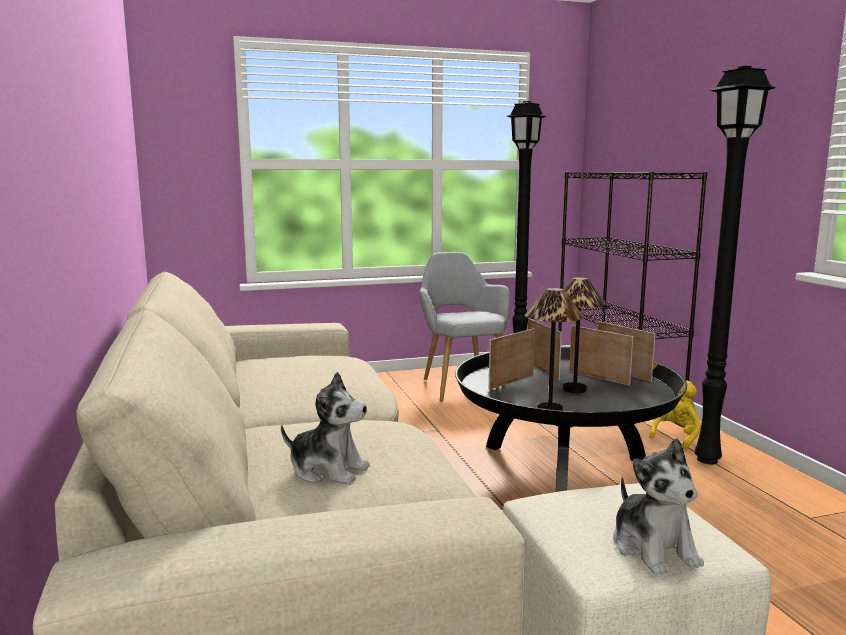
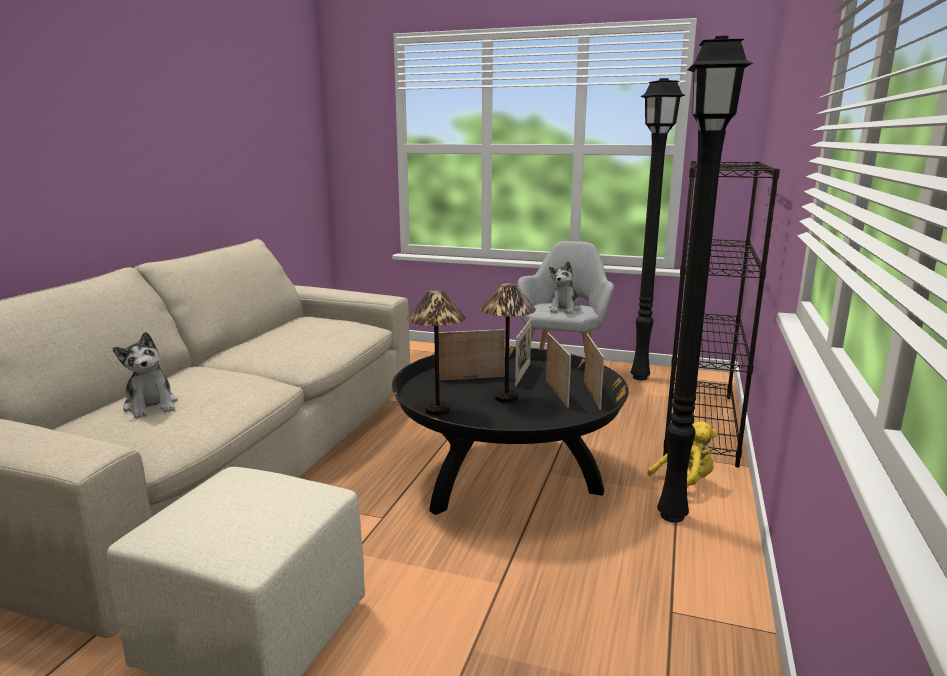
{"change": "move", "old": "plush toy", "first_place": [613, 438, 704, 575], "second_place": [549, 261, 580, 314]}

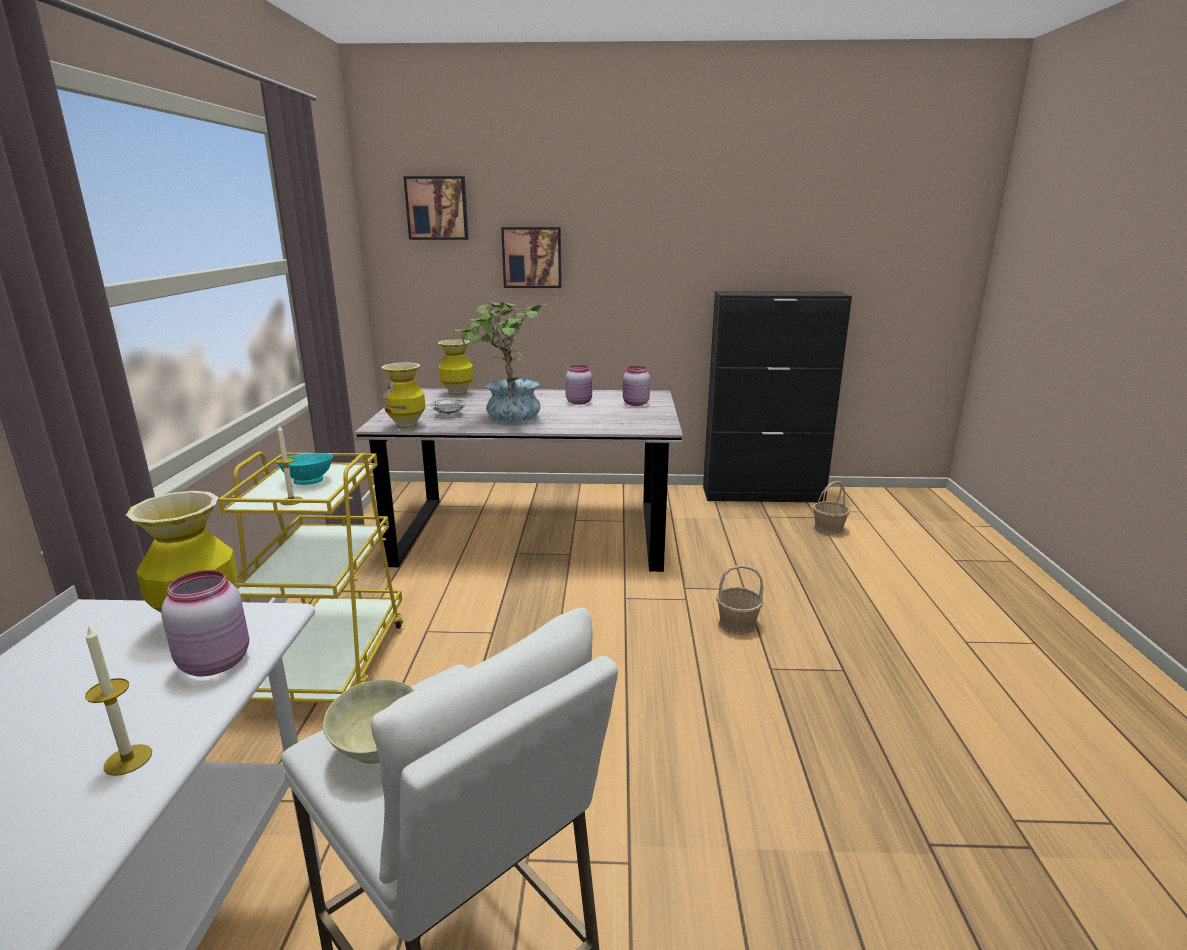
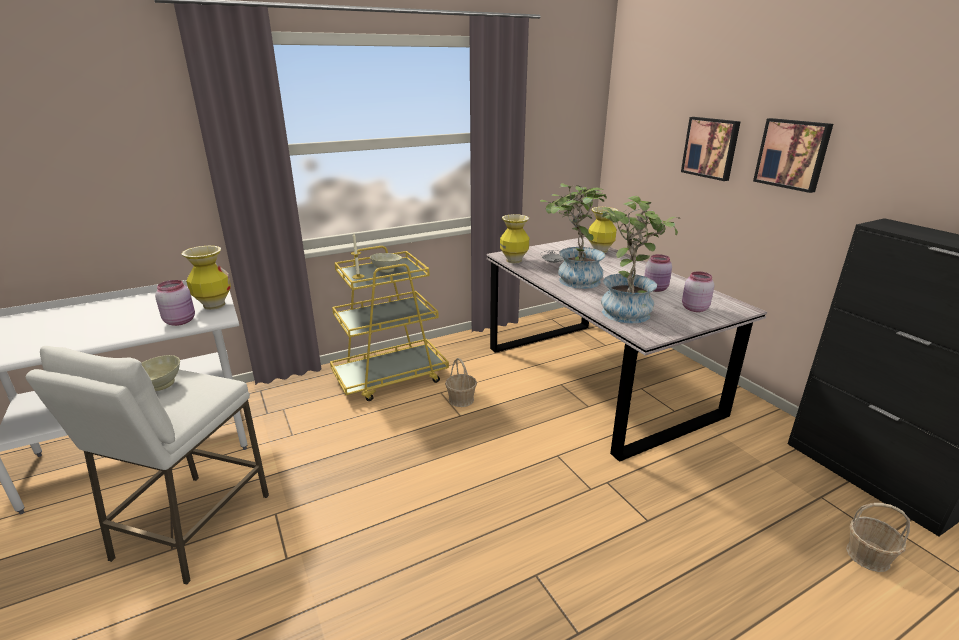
{"change": "delete", "old": "candle", "first_place": [85, 626, 152, 776]}
{"change": "recolor", "old": "turquoise bowl", "new": "beige bowl", "first_place": [278, 453, 333, 485], "second_place": [370, 253, 402, 273]}
{"change": "move", "old": "picture", "first_place": [404, 176, 469, 240], "second_place": [753, 118, 833, 193]}
{"change": "move", "old": "basket", "first_place": [716, 565, 763, 635], "second_place": [445, 358, 477, 407]}
{"change": "insert", "new": "potted plant", "second_place": [601, 196, 680, 323]}

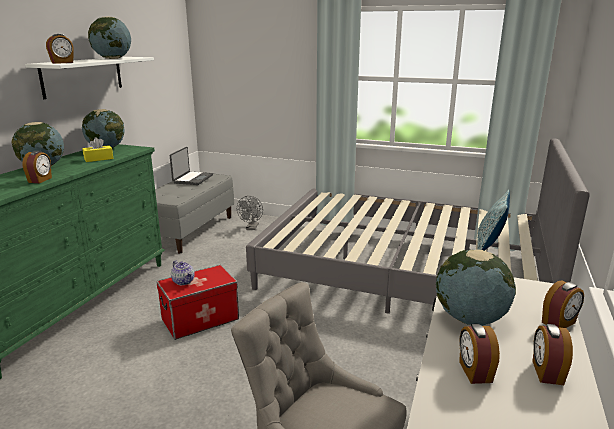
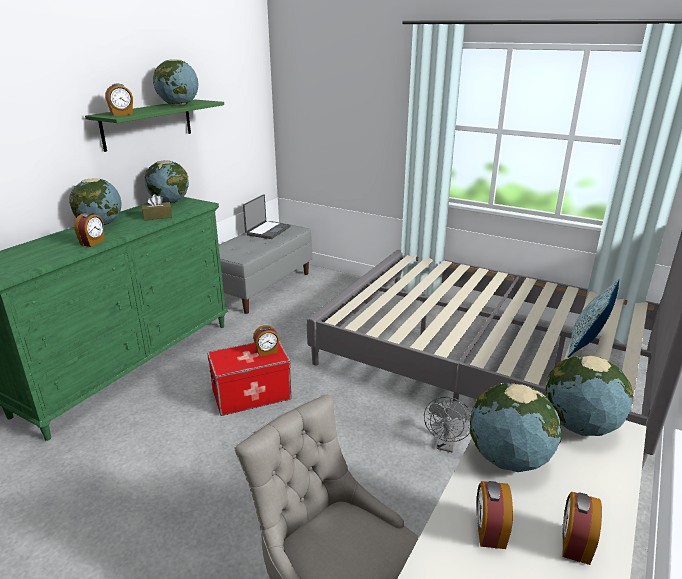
{"change": "recolor", "old": "white shelf", "new": "green shelf", "first_place": [25, 57, 154, 99], "second_place": [85, 100, 224, 152]}
{"change": "recolor", "old": "yellow tissue box", "new": "brown tissue box", "first_place": [82, 137, 114, 162], "second_place": [142, 194, 172, 220]}
{"change": "delete", "old": "teapot", "first_place": [171, 260, 195, 285]}
{"change": "move", "old": "grey fan", "first_place": [237, 196, 263, 230], "second_place": [424, 397, 471, 453]}
{"change": "move", "old": "alarm clock", "first_place": [542, 280, 584, 328], "second_place": [253, 325, 279, 356]}
{"change": "insert", "new": "globe", "second_place": [545, 356, 633, 436]}

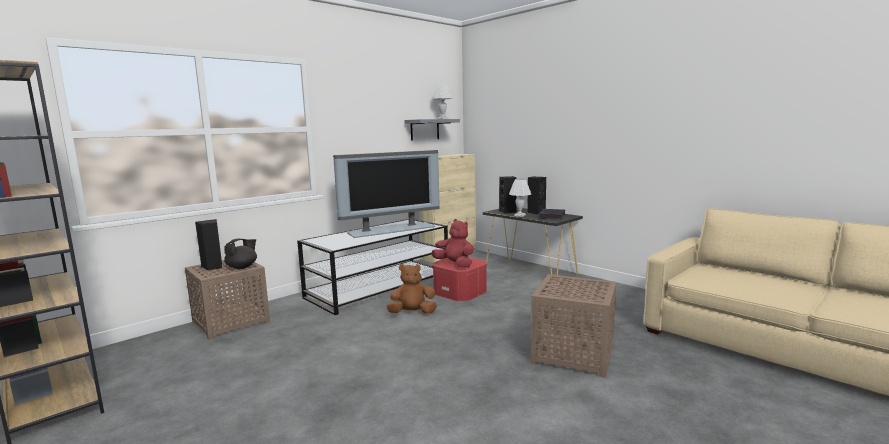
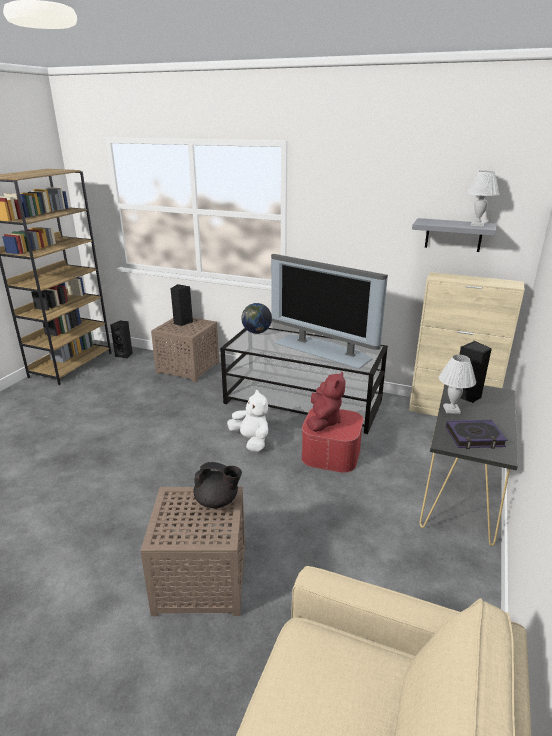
{"change": "move", "old": "black teapot", "first_place": [224, 239, 257, 269], "second_place": [194, 462, 242, 508]}
{"change": "recolor", "old": "brown plush toy", "new": "white plush toy", "first_place": [386, 264, 437, 313], "second_place": [227, 390, 268, 452]}
{"change": "move", "old": "black speaker", "first_place": [527, 177, 546, 215], "second_place": [110, 321, 133, 359]}
{"change": "insert", "new": "globe", "second_place": [241, 303, 272, 334]}

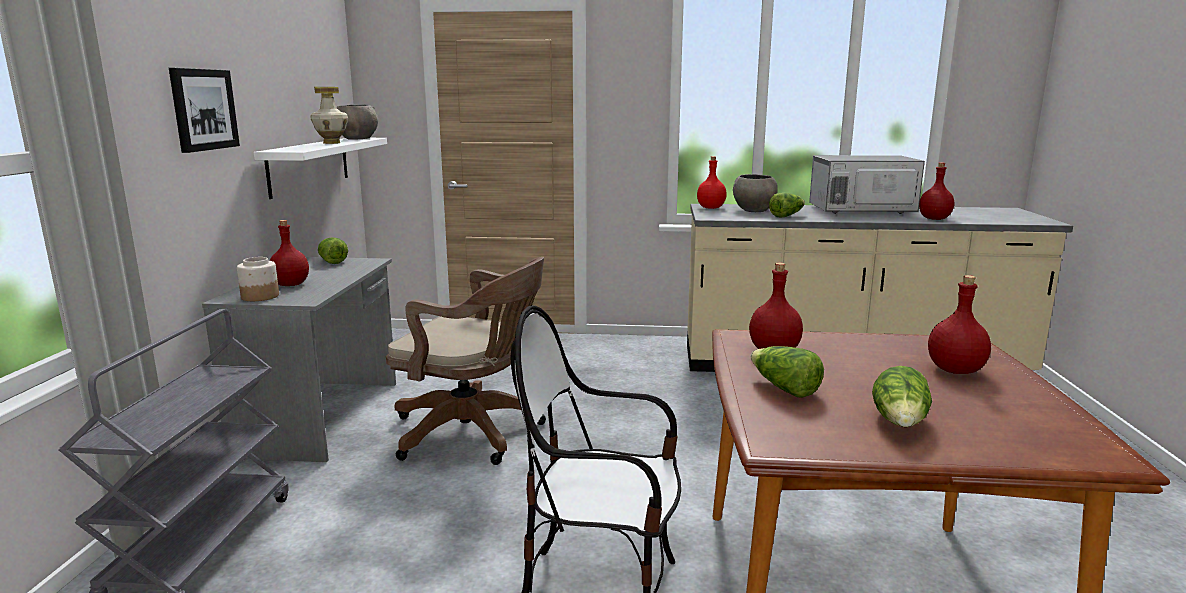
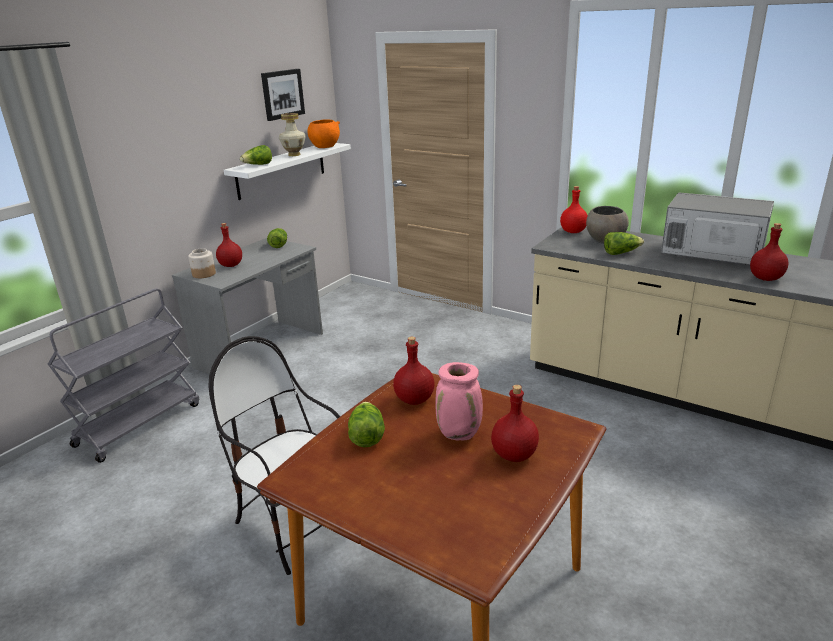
{"change": "move", "old": "picture", "first_place": [169, 68, 240, 153], "second_place": [261, 69, 305, 121]}
{"change": "recolor", "old": "grey bowl", "new": "orange bowl", "first_place": [337, 104, 378, 140], "second_place": [307, 119, 340, 148]}
{"change": "delete", "old": "brown office chair", "first_place": [386, 257, 546, 465]}
{"change": "move", "old": "lettuce", "first_place": [872, 366, 932, 427], "second_place": [240, 145, 272, 165]}
{"change": "insert", "new": "pink vase", "second_place": [436, 362, 483, 441]}

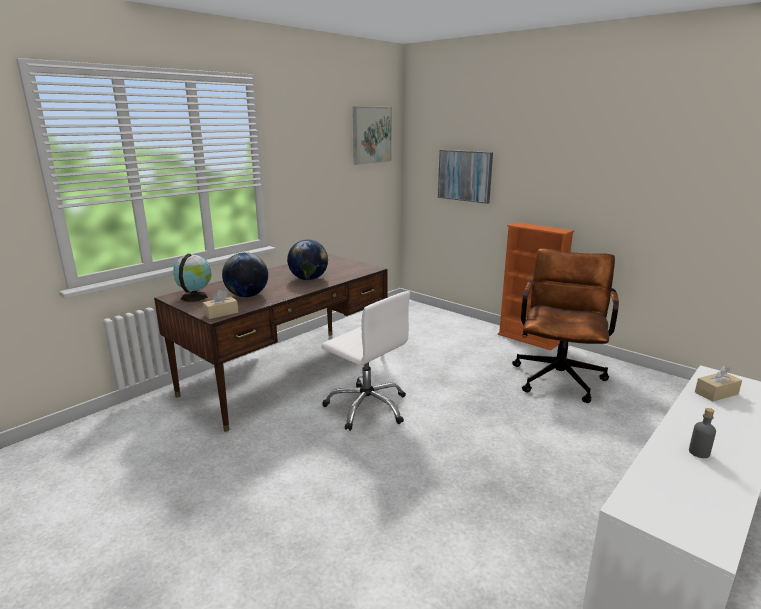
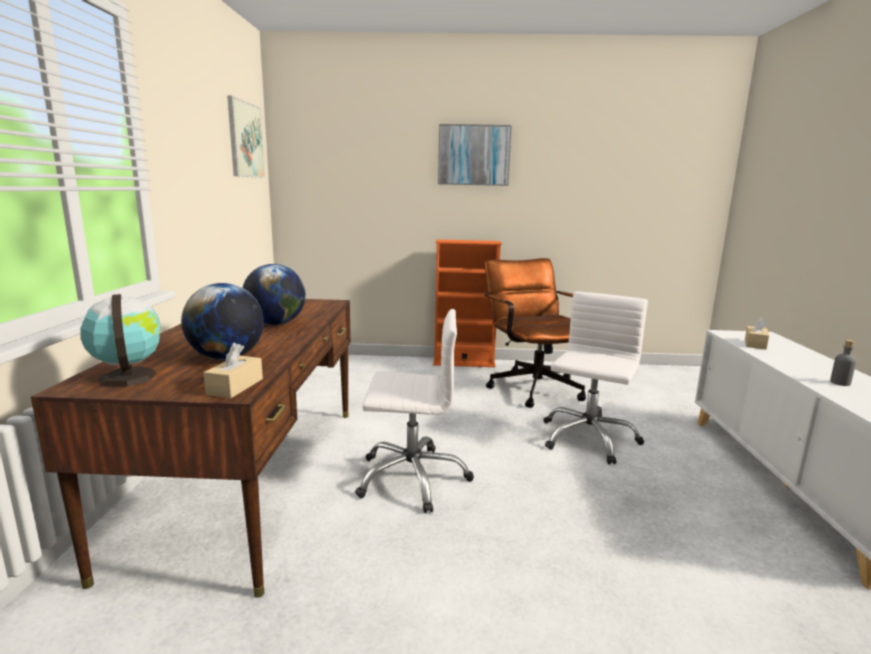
{"change": "move", "old": "picture", "first_place": [438, 150, 493, 204], "second_place": [438, 124, 512, 186]}
{"change": "insert", "new": "white office chair", "second_place": [544, 291, 648, 464]}

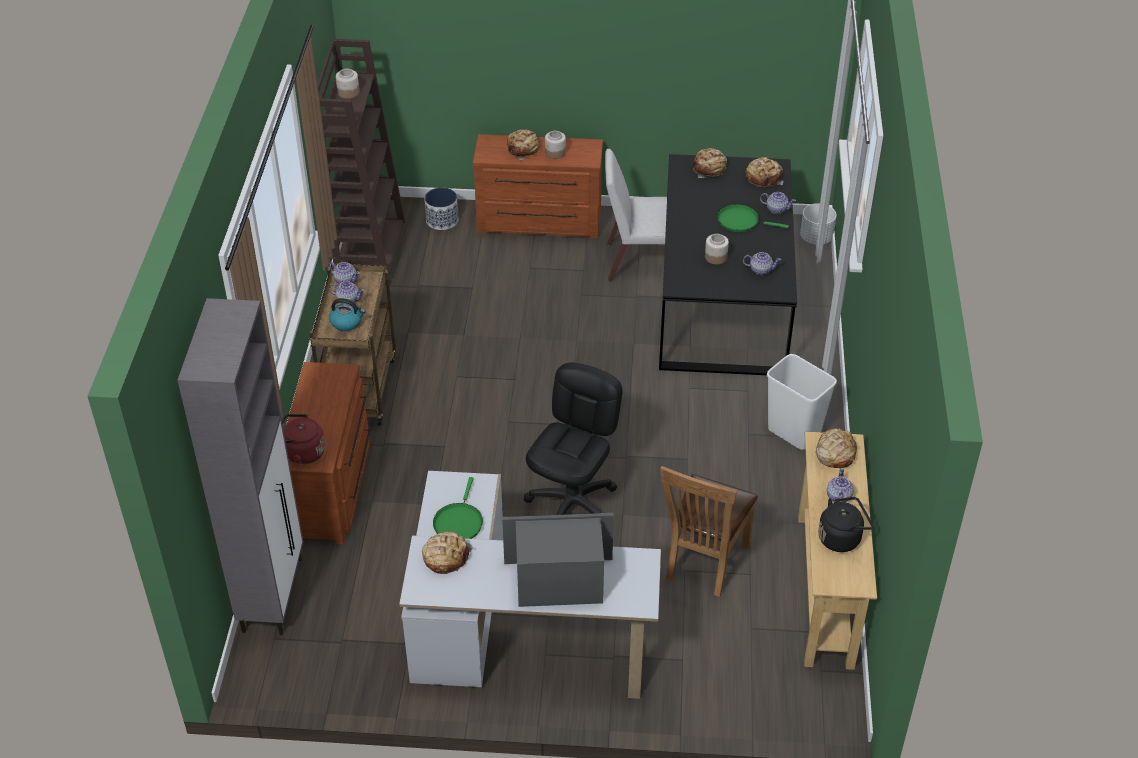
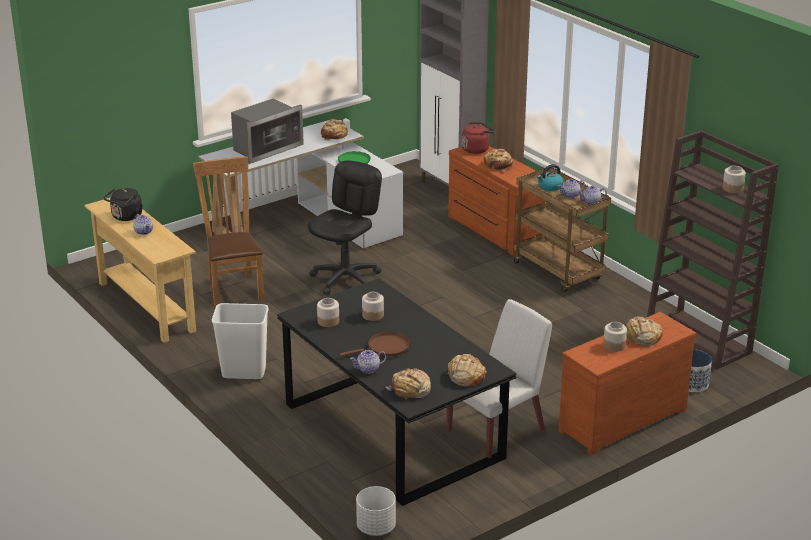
{"change": "rotate", "old": "black office chair", "first_place": [524, 363, 623, 515], "second_place": [308, 160, 382, 295], "degrees": -135}
{"change": "recolor", "old": "green frying pan", "new": "brown frying pan", "first_place": [717, 204, 789, 232], "second_place": [340, 332, 410, 357]}
{"change": "replace", "old": "teapot", "new": "jar", "first_place": [743, 252, 781, 275], "second_place": [317, 298, 339, 327]}
{"change": "move", "old": "bread", "first_place": [815, 428, 857, 468], "second_place": [483, 149, 513, 171]}

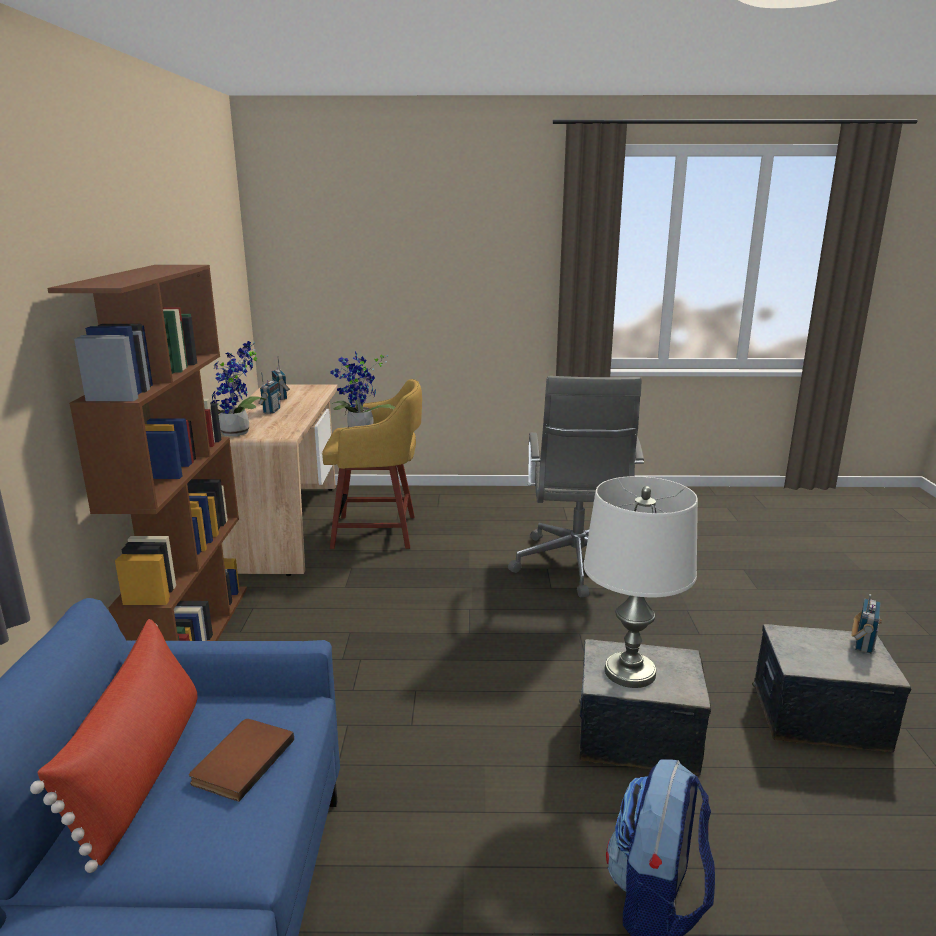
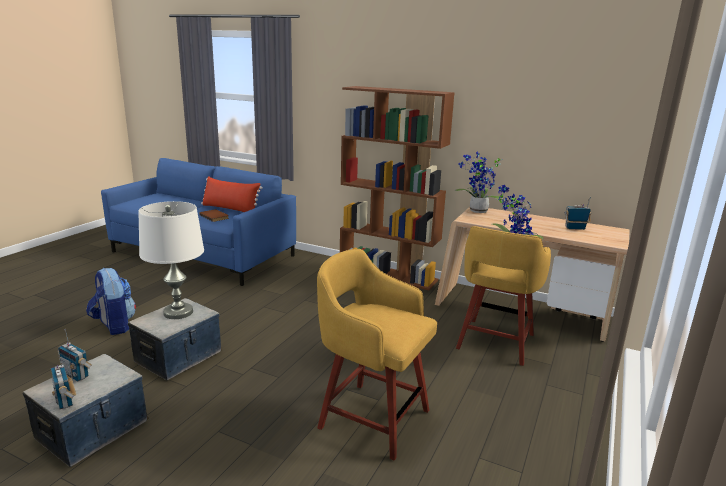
{"change": "move", "old": "radio", "first_place": [258, 372, 281, 414], "second_place": [58, 329, 92, 381]}
{"change": "replace", "old": "grey office chair", "new": "yellow stool", "first_place": [508, 376, 644, 598], "second_place": [317, 249, 437, 460]}

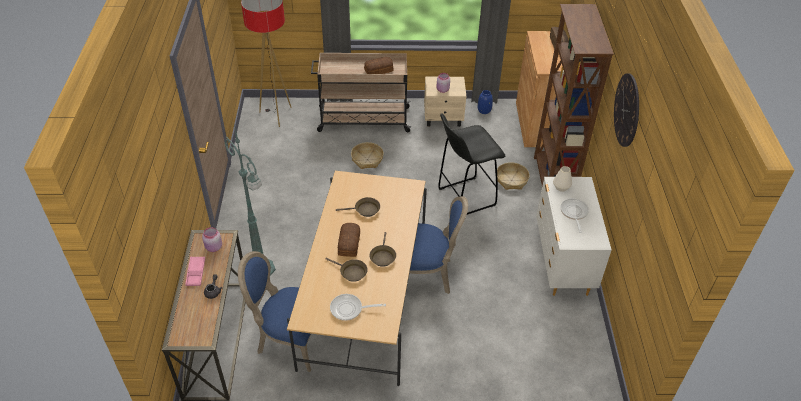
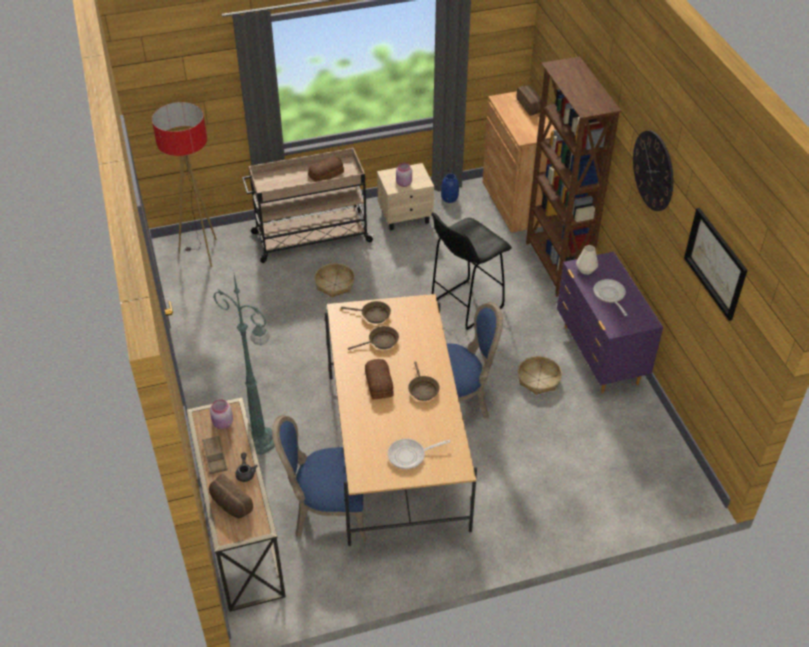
{"change": "recolor", "old": "pink tray", "new": "brown tray", "first_place": [185, 256, 205, 286], "second_place": [202, 436, 228, 474]}
{"change": "move", "old": "brown frying pan", "first_place": [325, 258, 368, 282], "second_place": [341, 301, 391, 324]}
{"change": "move", "old": "basket", "first_place": [497, 162, 530, 190], "second_place": [518, 356, 562, 395]}
{"change": "recolor", "old": "white dresser", "new": "purple dresser", "first_place": [536, 177, 612, 296], "second_place": [557, 252, 663, 394]}
{"change": "insert", "new": "bread", "second_place": [209, 474, 253, 518]}
{"change": "insert", "new": "picture", "second_place": [684, 208, 748, 321]}

